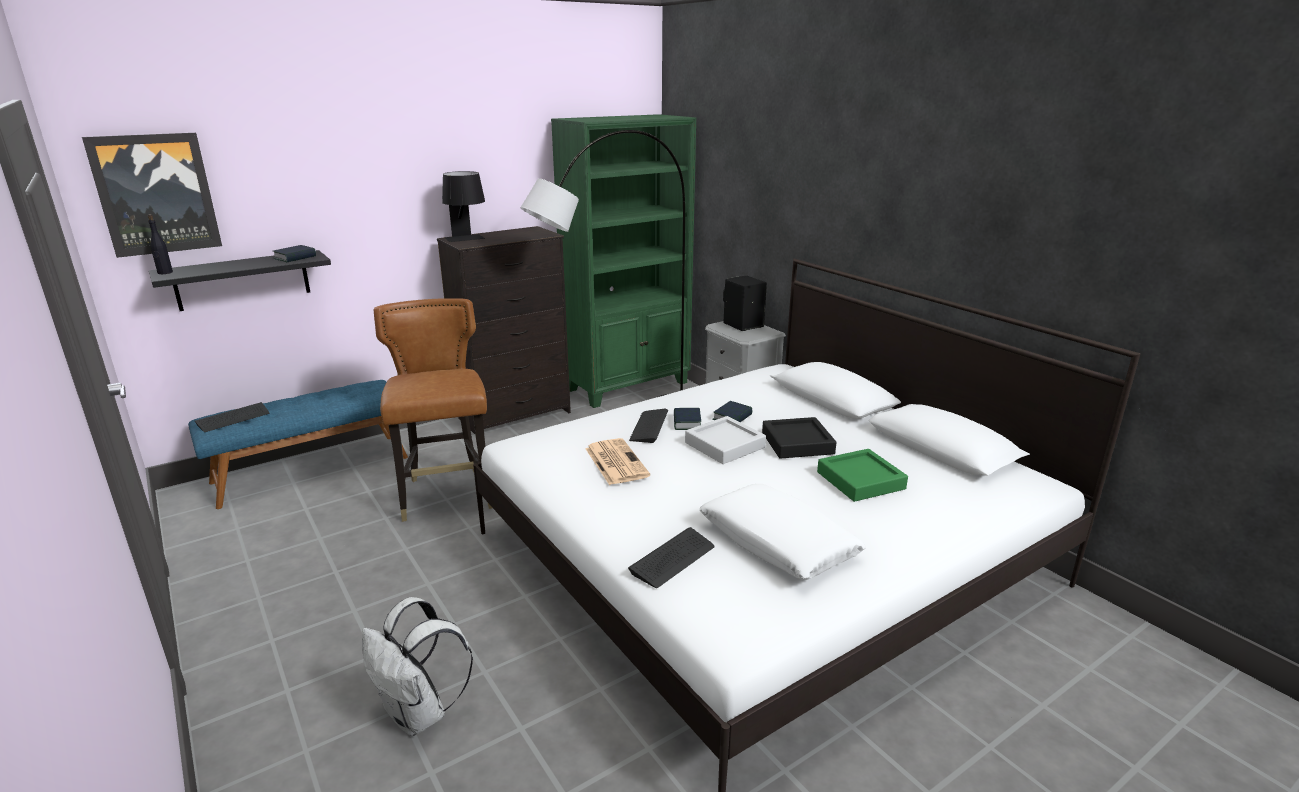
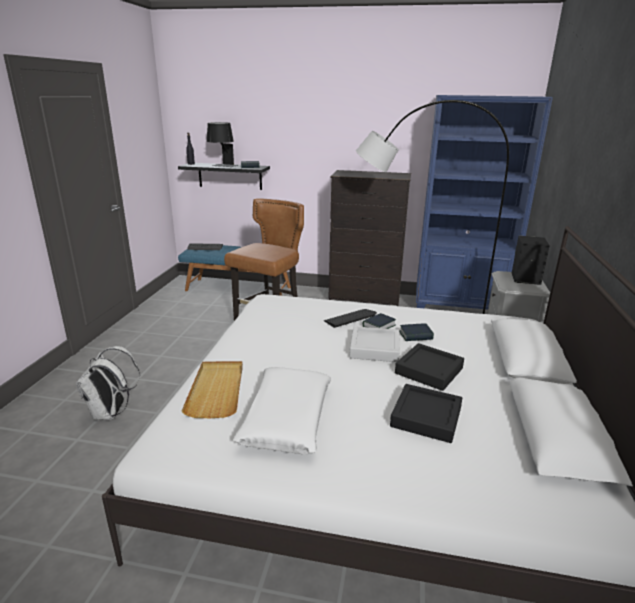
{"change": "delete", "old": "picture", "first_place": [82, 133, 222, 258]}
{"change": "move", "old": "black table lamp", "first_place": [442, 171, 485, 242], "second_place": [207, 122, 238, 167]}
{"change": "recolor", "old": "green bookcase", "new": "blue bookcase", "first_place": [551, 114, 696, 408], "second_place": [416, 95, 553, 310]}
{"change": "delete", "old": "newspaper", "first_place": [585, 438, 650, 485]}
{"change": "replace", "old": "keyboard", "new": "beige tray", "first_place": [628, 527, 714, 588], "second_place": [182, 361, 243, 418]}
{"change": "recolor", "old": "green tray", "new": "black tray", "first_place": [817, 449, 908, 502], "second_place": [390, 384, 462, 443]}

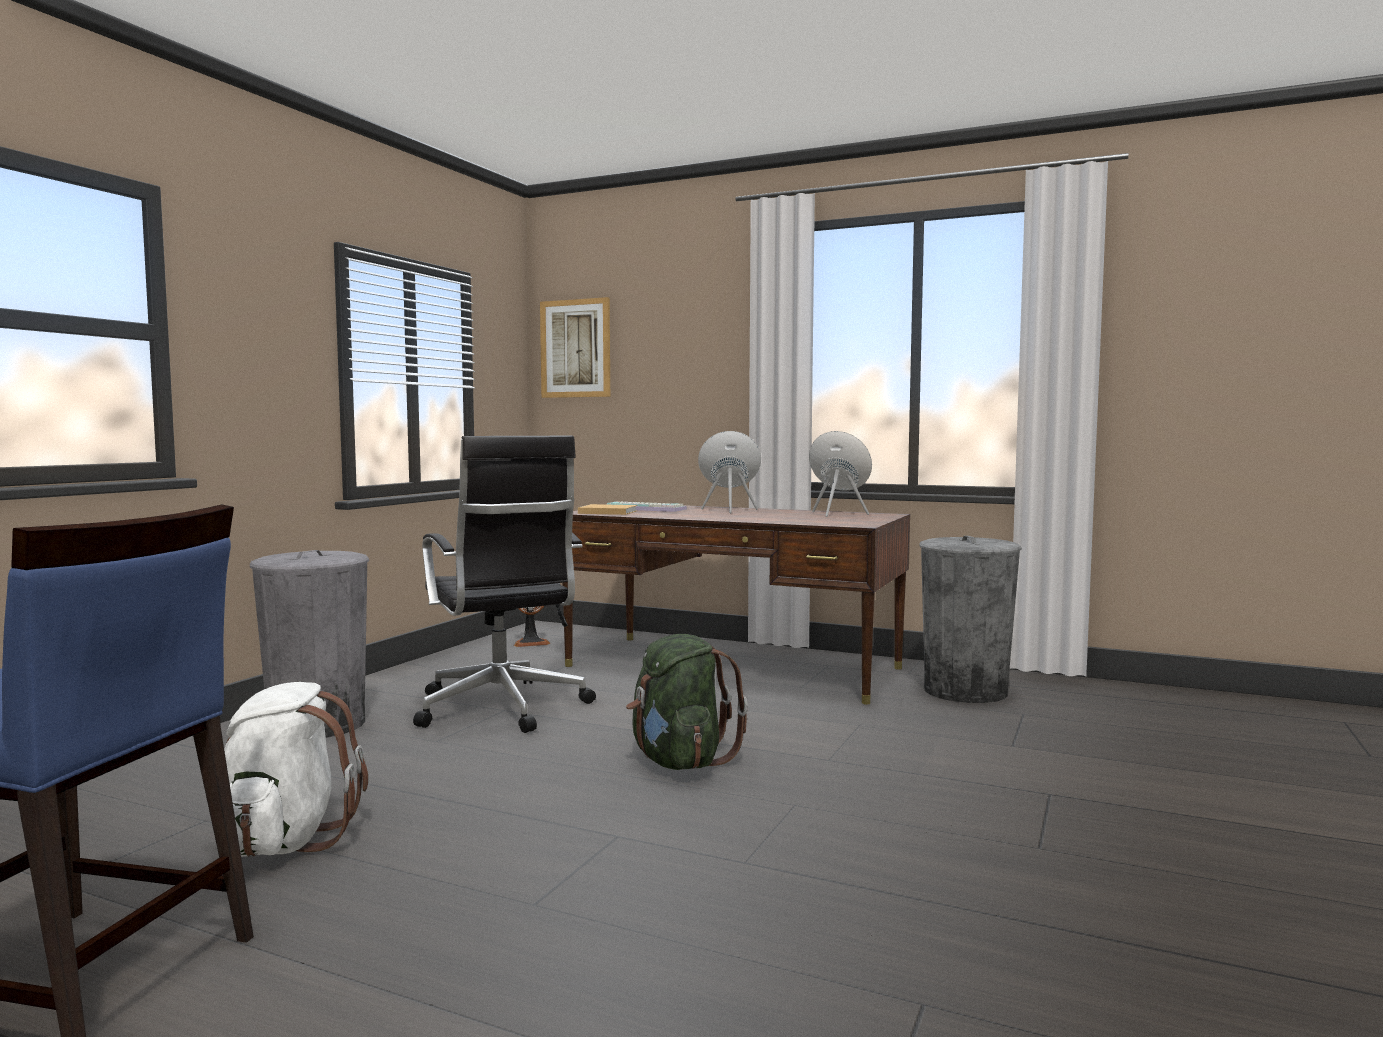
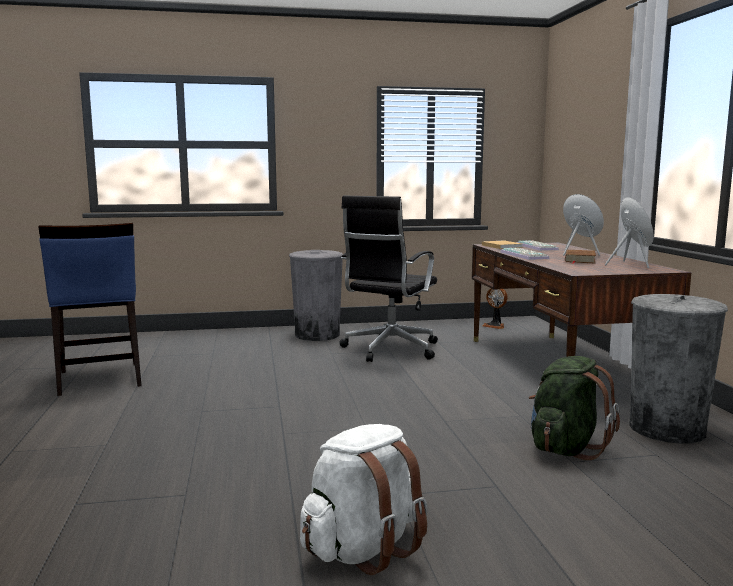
{"change": "move", "old": "white backpack", "first_place": [224, 682, 368, 857], "second_place": [300, 424, 428, 575]}
{"change": "delete", "old": "picture", "first_place": [540, 297, 610, 398]}
{"change": "move", "old": "green backpack", "first_place": [626, 634, 748, 770], "second_place": [529, 356, 620, 460]}
{"change": "insert", "new": "keyboard", "second_place": [500, 248, 550, 260]}
{"change": "insert", "new": "brown book", "second_place": [565, 250, 596, 264]}

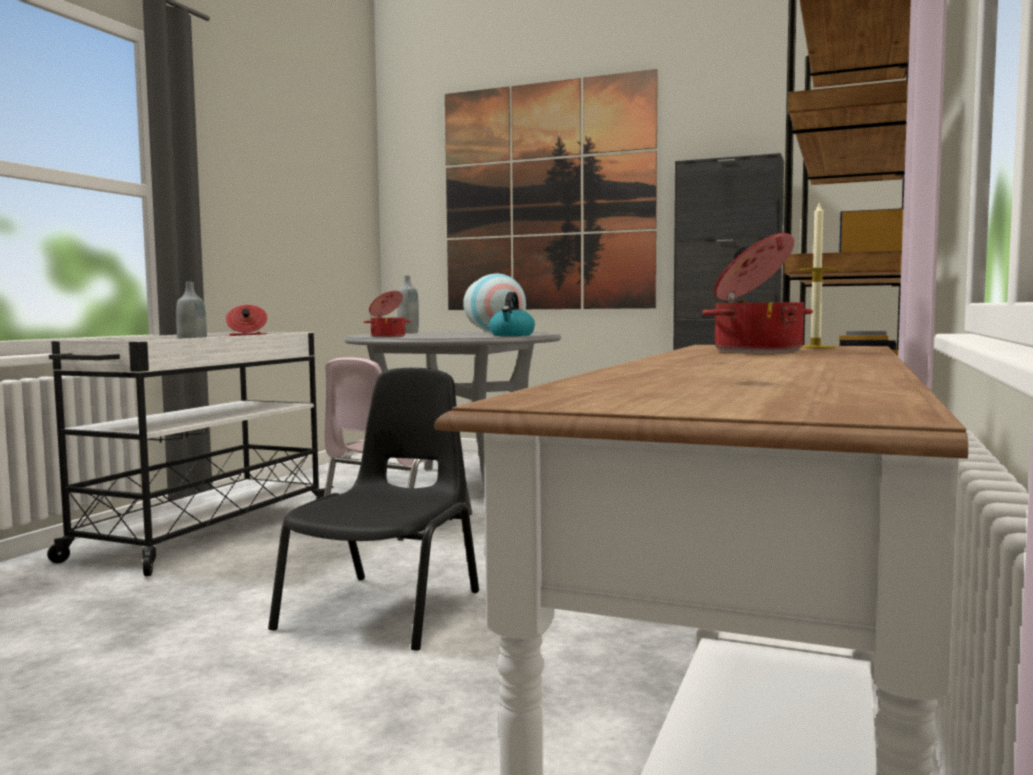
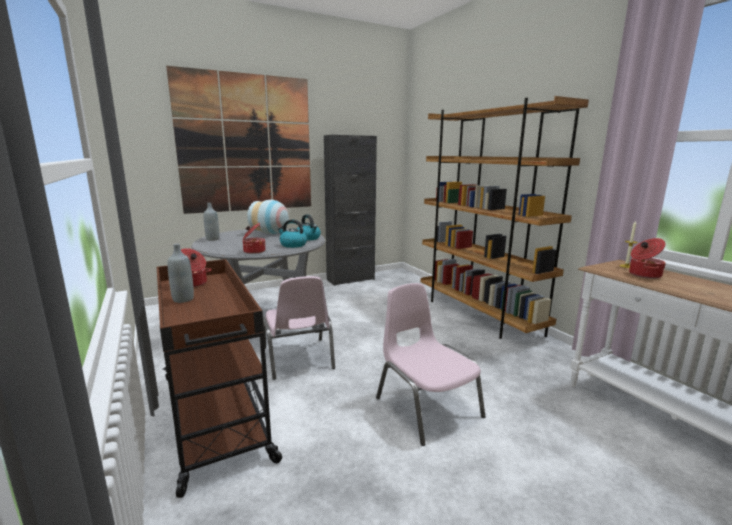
{"change": "recolor", "old": "white cart", "new": "brown cart", "first_place": [47, 332, 334, 576], "second_place": [156, 259, 282, 498]}
{"change": "recolor", "old": "black chair", "new": "pink chair", "first_place": [268, 368, 479, 650], "second_place": [376, 283, 486, 446]}
{"change": "insert", "new": "kettle", "second_place": [278, 220, 307, 248]}

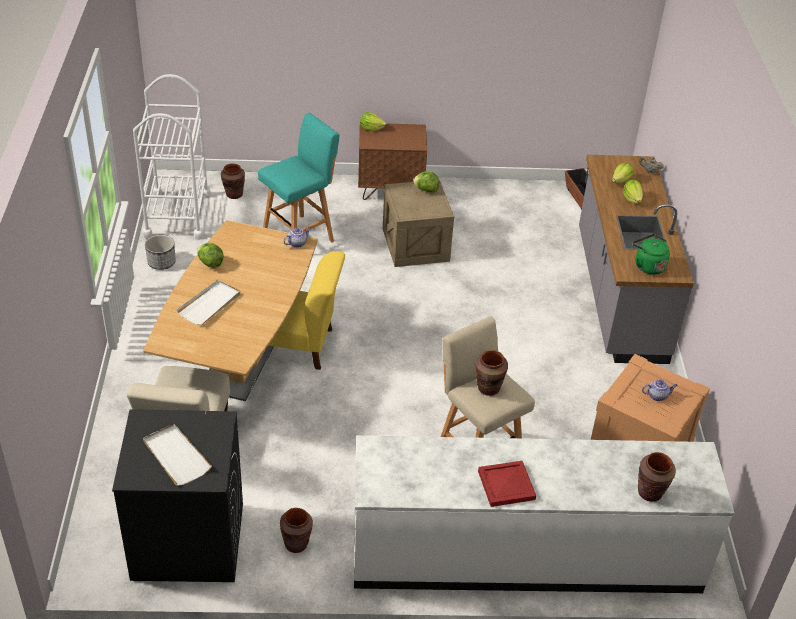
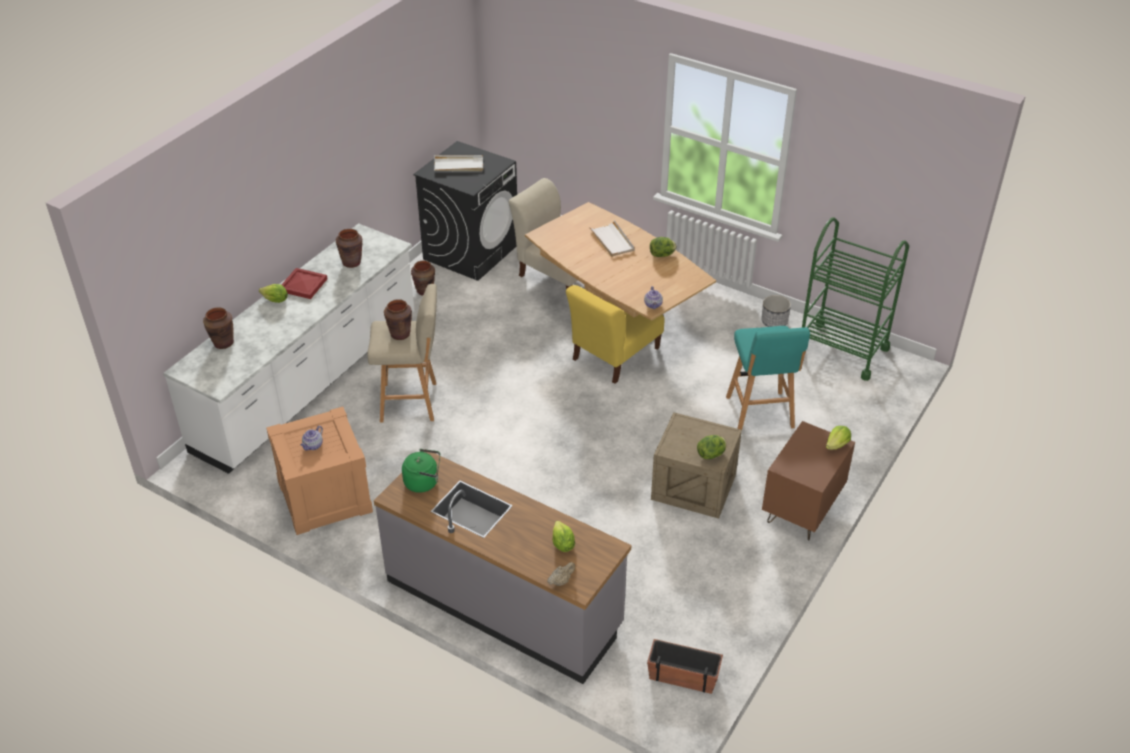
{"change": "recolor", "old": "white cart", "new": "green cart", "first_place": [133, 74, 211, 240], "second_place": [802, 217, 909, 381]}
{"change": "move", "old": "brown vase", "first_place": [221, 164, 245, 199], "second_place": [336, 229, 362, 268]}
{"change": "move", "old": "lettuce", "first_place": [623, 180, 643, 203], "second_place": [259, 284, 288, 303]}

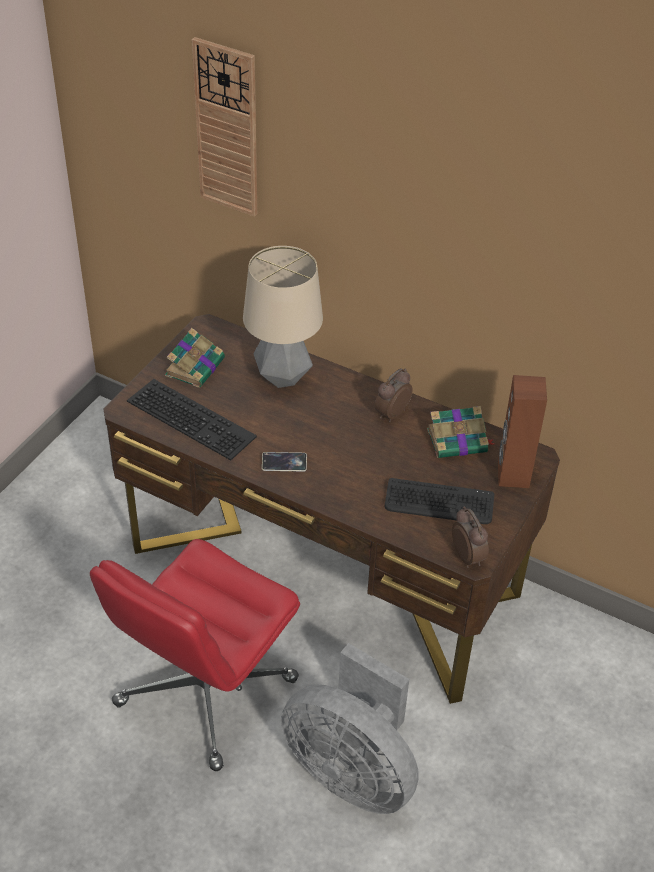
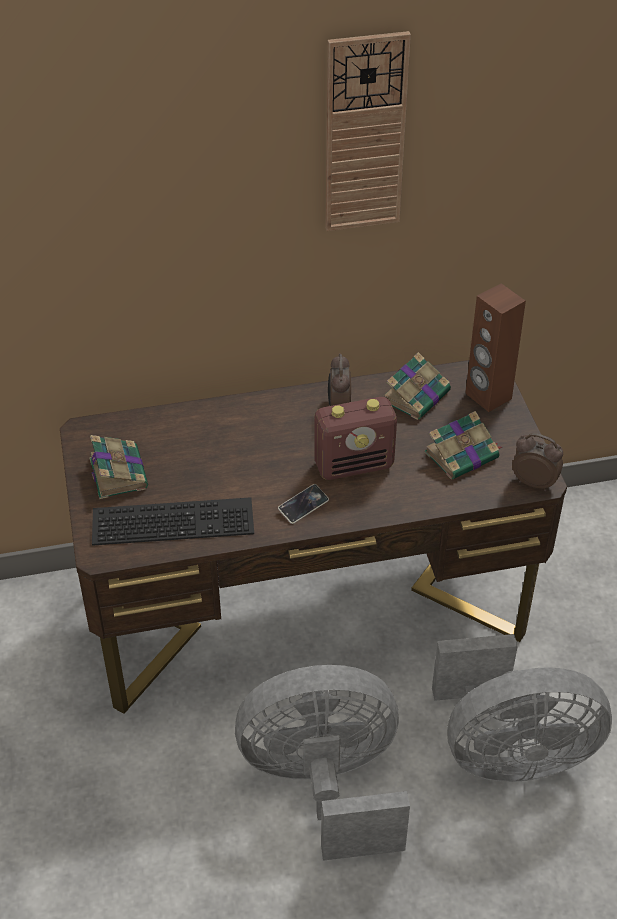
{"change": "replace", "old": "red office chair", "new": "grey fan", "first_place": [90, 539, 300, 771], "second_place": [235, 665, 410, 861]}
{"change": "move", "old": "wall clock", "first_place": [192, 37, 257, 217], "second_place": [325, 31, 411, 231]}
{"change": "delete", "old": "table lamp", "first_place": [243, 246, 323, 388]}
{"change": "replace", "old": "keyboard", "new": "book", "first_place": [385, 478, 494, 524], "second_place": [424, 411, 502, 480]}
{"change": "insert", "new": "radio", "second_place": [314, 397, 397, 480]}

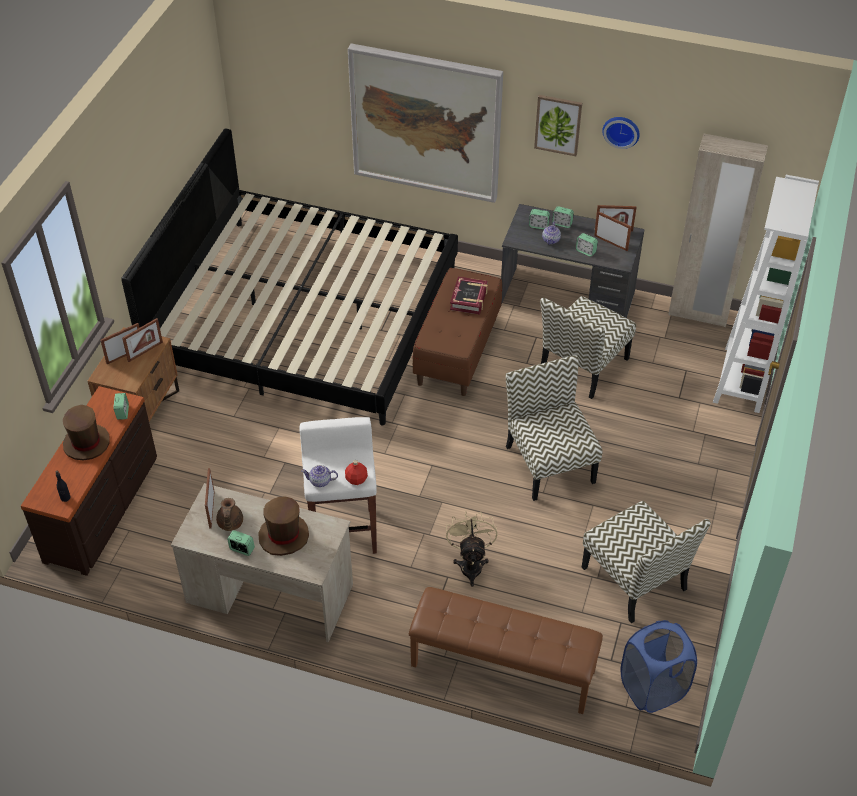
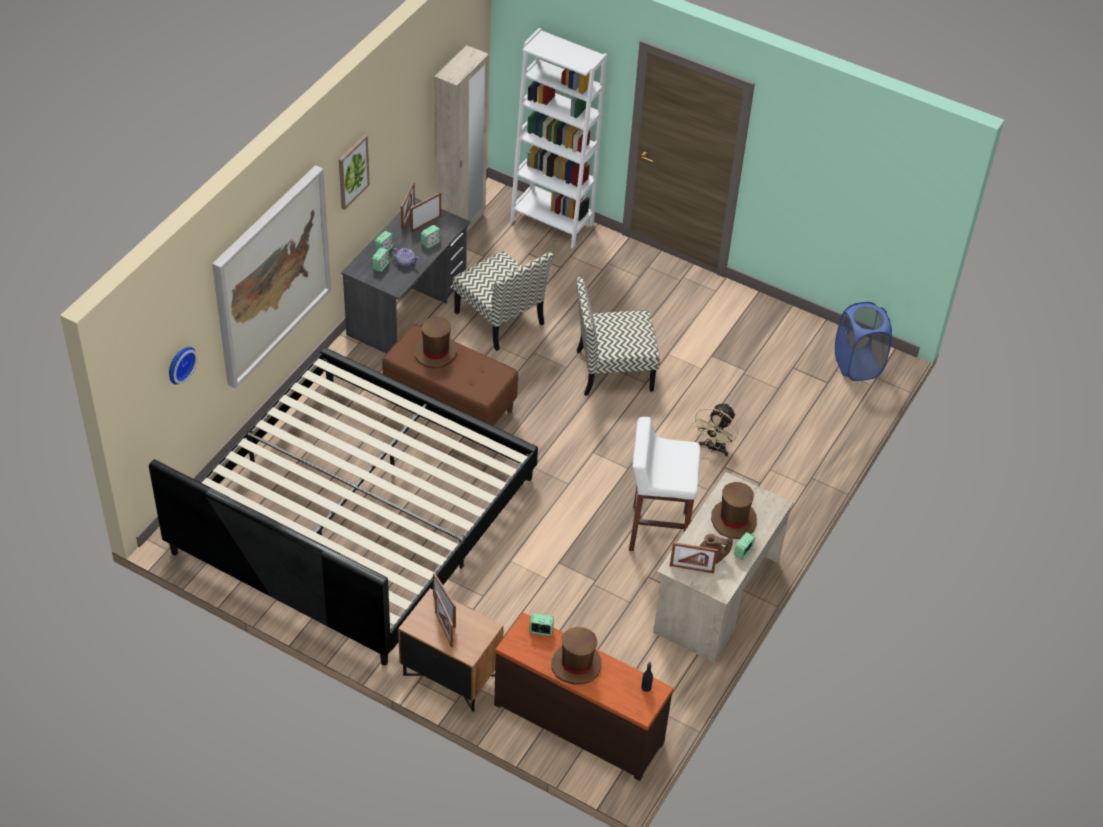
{"change": "delete", "old": "teapot", "first_place": [301, 465, 338, 487]}
{"change": "delete", "old": "red bottle", "first_place": [345, 460, 368, 485]}
{"change": "delete", "old": "brown bench", "first_place": [409, 587, 603, 714]}
{"change": "rotate", "old": "beige fan", "first_place": [446, 512, 497, 587], "second_place": [691, 403, 738, 456], "degrees": -75}
{"change": "replace", "old": "book", "new": "brown hat", "first_place": [450, 277, 488, 315], "second_place": [415, 317, 457, 369]}
{"change": "delete", "old": "chair", "first_place": [582, 501, 711, 623]}
{"change": "move", "old": "wall clock", "first_place": [602, 117, 640, 149], "second_place": [169, 347, 198, 385]}

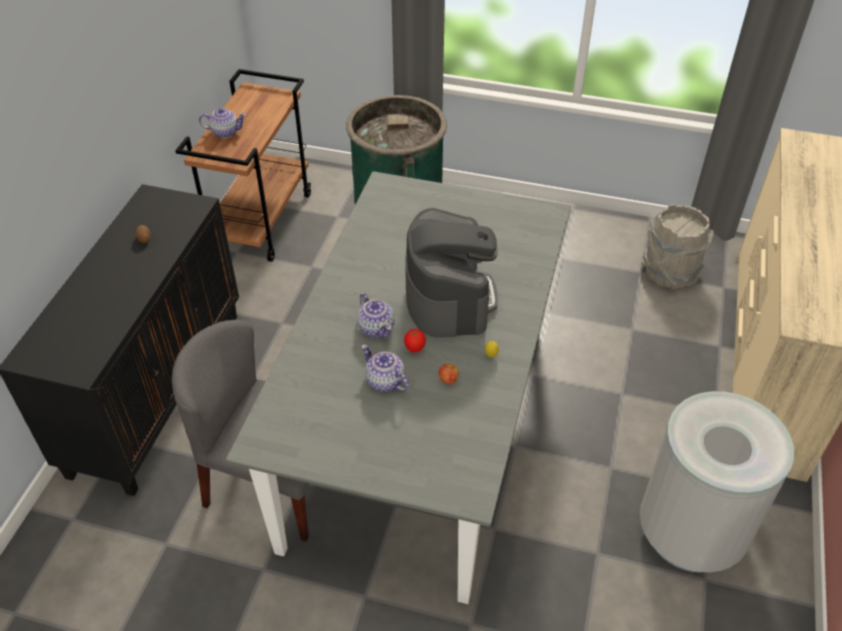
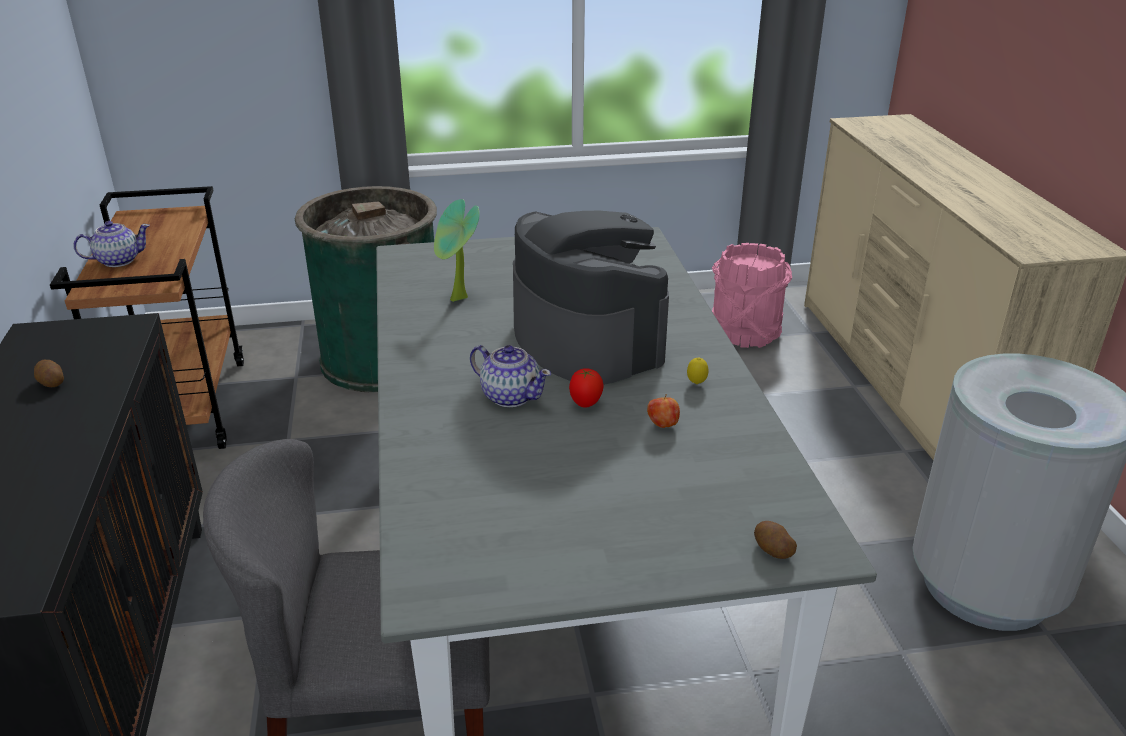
{"change": "delete", "old": "teapot", "first_place": [361, 345, 409, 392]}
{"change": "recolor", "old": "grey bucket", "new": "pink bucket", "first_place": [641, 204, 713, 289], "second_place": [712, 243, 792, 348]}
{"change": "insert", "new": "potted plant", "second_place": [434, 199, 480, 302]}
{"change": "insert", "new": "potato", "second_place": [754, 521, 797, 559]}

